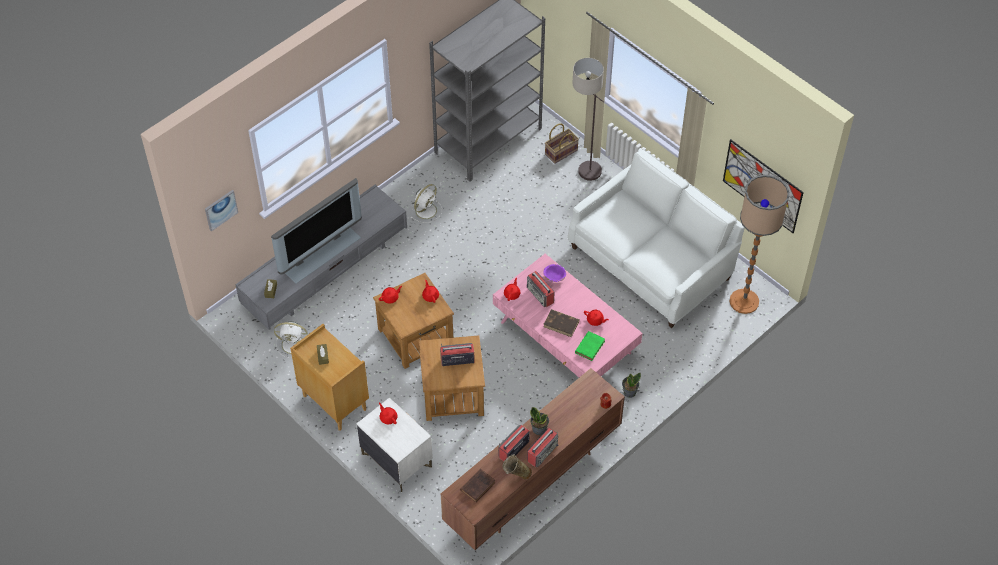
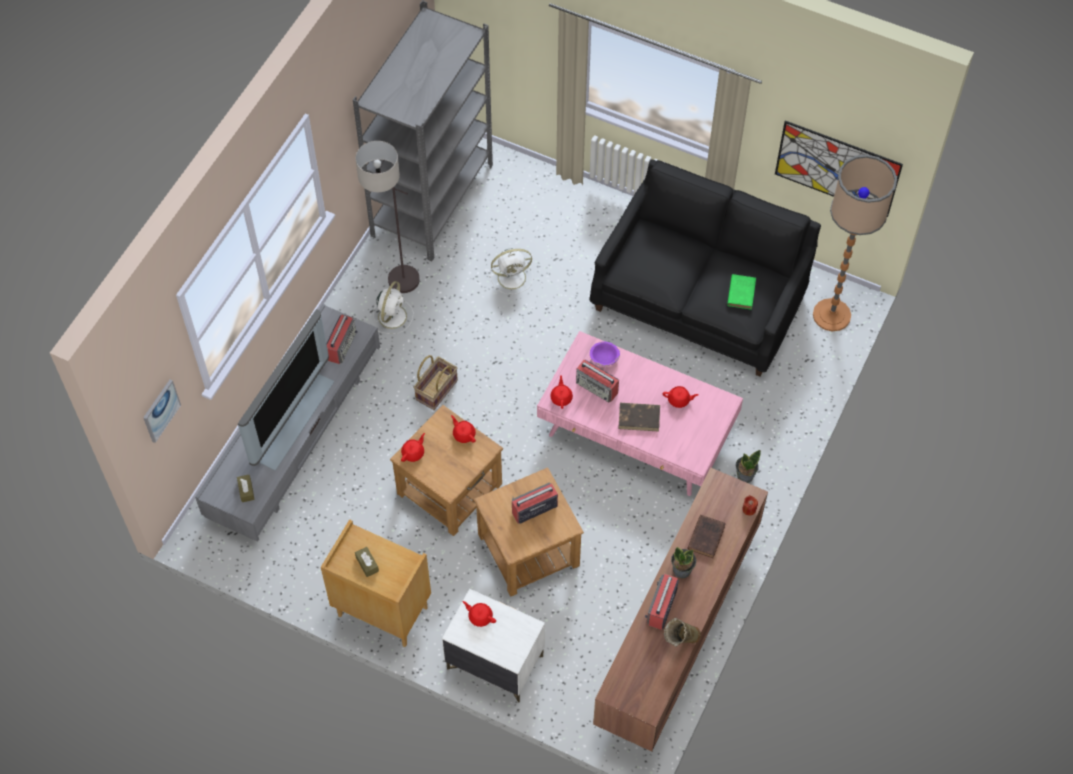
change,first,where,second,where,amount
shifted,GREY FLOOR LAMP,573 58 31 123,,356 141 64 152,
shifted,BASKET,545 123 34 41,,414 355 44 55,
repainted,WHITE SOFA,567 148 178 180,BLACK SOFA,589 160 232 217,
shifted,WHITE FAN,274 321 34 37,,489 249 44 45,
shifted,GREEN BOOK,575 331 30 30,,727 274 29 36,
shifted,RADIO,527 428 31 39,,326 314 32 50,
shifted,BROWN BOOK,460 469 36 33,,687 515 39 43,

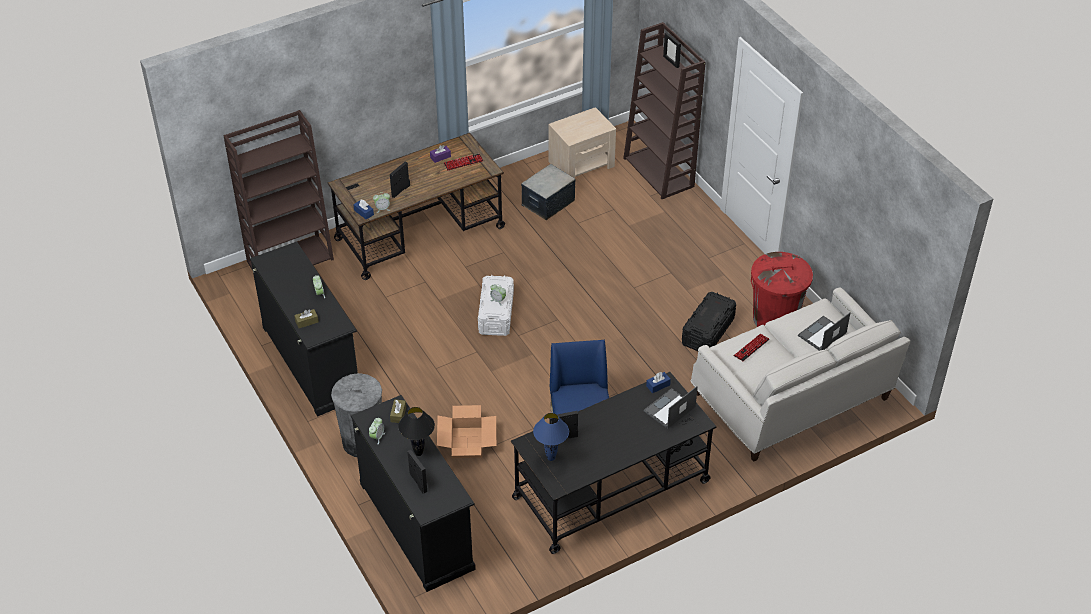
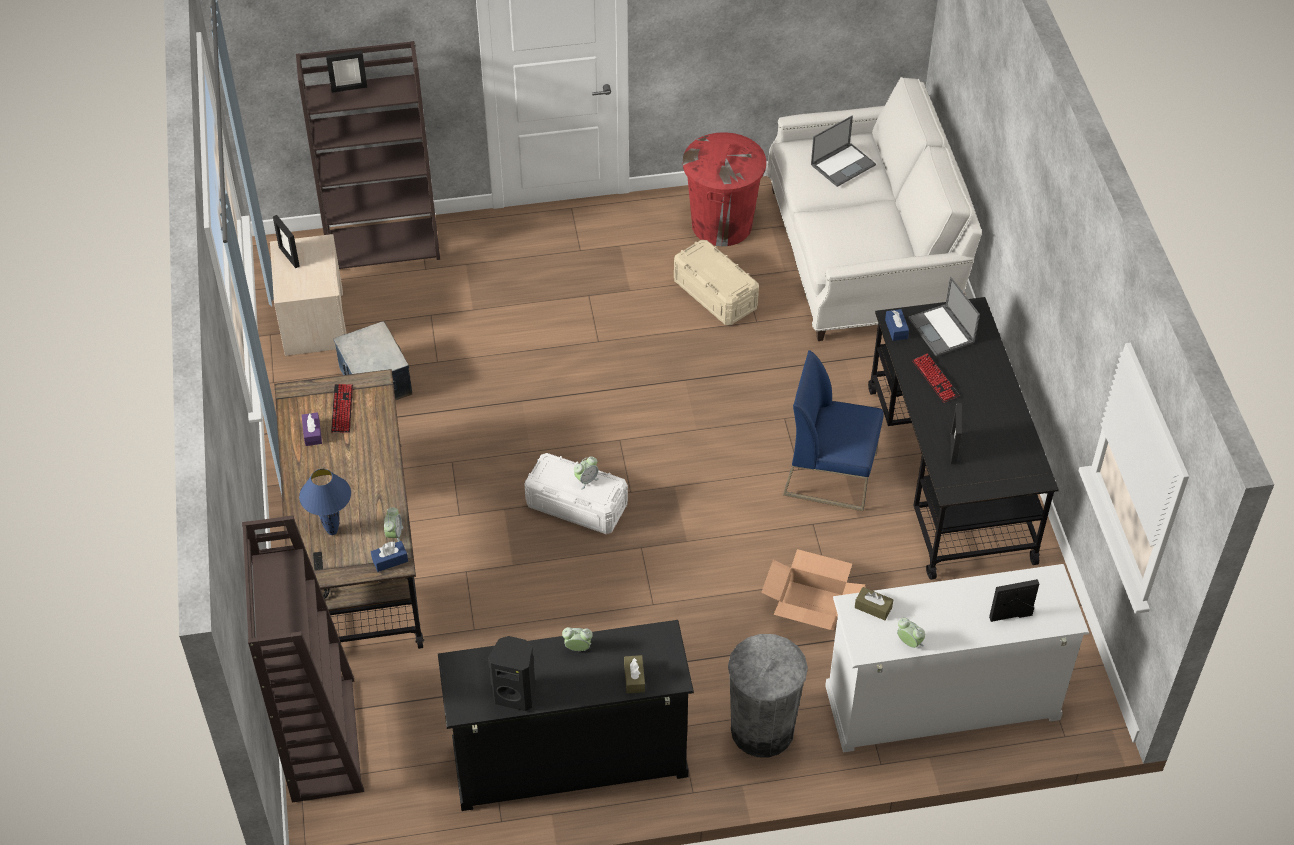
change,first,where,second,where,amount
shifted,PICTURE FRAME,390 162 20 36,,273 215 27 53,
repainted,BLACK STORAGE BOX,682 292 54 59,BEIGE STORAGE BOX,674 240 85 85,
rotated,LAPTOP,798 312 53 39,,811 116 65 71,105 degrees counterclockwise
shifted,KEYBOARD,733 334 37 27,,912 353 47 50,
repainted,BLACK CABINET,351 395 125 197,WHITE CABINET,825 564 264 189,
gone,BLACK TABLE LAMP,398 407 37 49,,,
shifted,BLUE TABLE LAMP,533 413 36 48,,299 469 52 66,
new,,,BLACK SPEAKER,488 636 48 75,

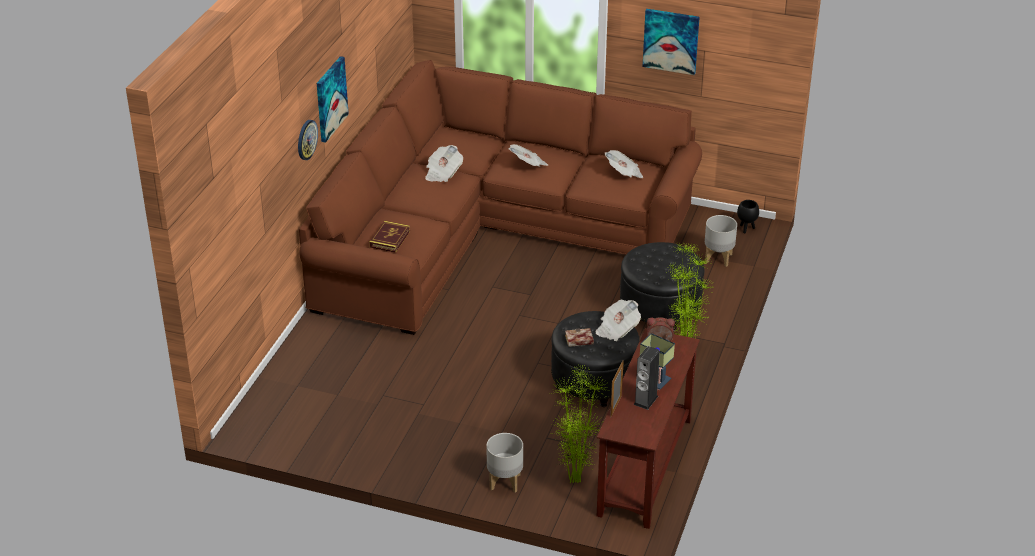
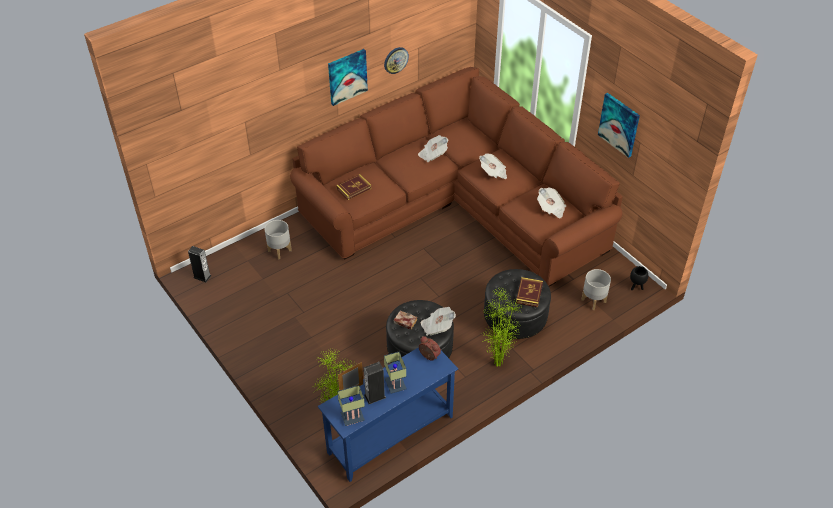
change,first,where,second,where,amount
shifted,WALL CLOCK,298 120 20 40,,384 47 25 27,
repainted,BROWN CONSOLE TABLE,597 328 103 201,BLUE CONSOLE TABLE,318 347 140 135,
shifted,GREY PLANTER,486 433 37 59,,265 220 27 39,
new,,,SPEAKER,188 246 23 36,
new,,,BOOK,516 277 27 30,
new,,,TABLE LAMP,337 385 28 41,

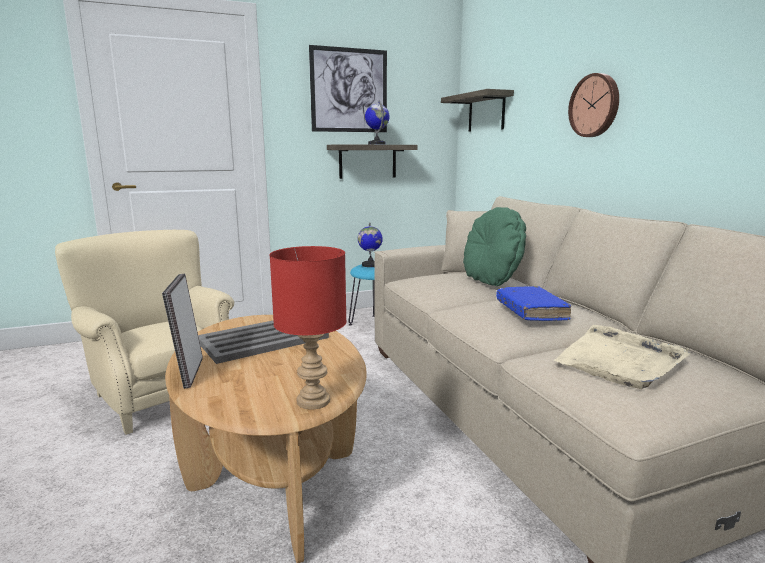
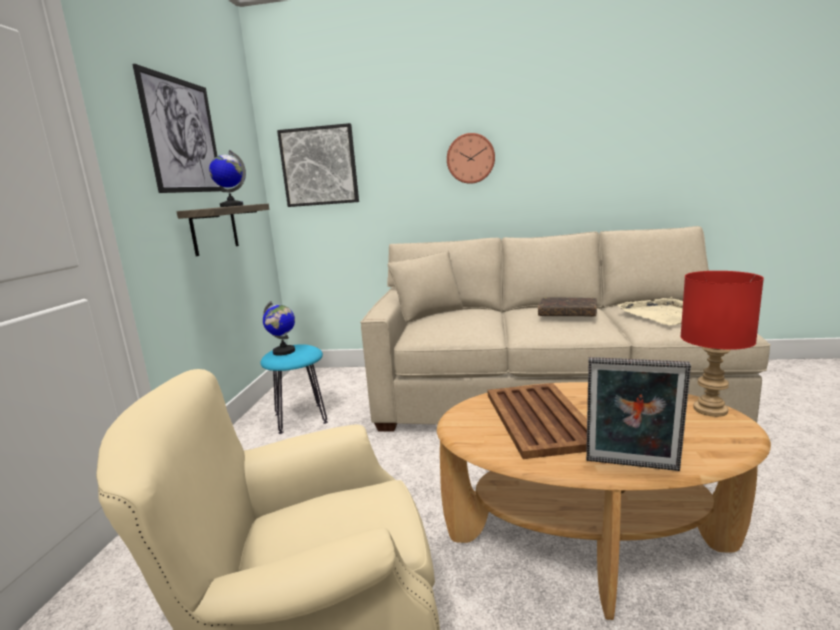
change,first,where,second,where,amount
swapped,SHELF,441 89 73 43,PICTURE,277 123 82 84,
gone,GREEN PILLOW,463 207 63 79,,,
repainted,BLUE BOOK,496 286 75 35,BROWN BOOK,538 297 59 20,
repainted,GREY TRAY,198 321 131 43,BROWN TRAY,488 383 99 76,

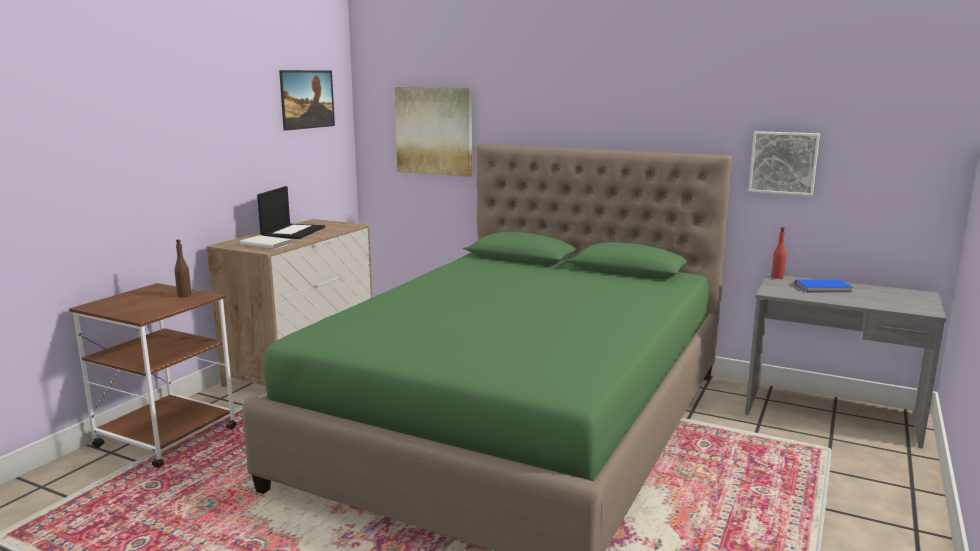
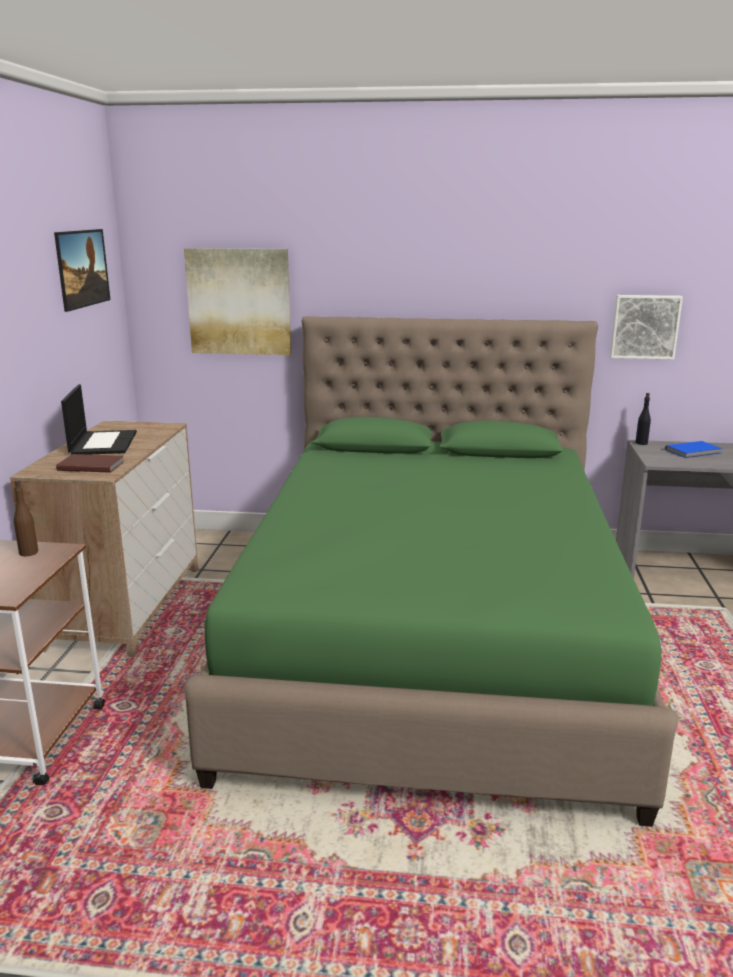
change,first,where,second,where,amount
repainted,RED BOTTLE,771 227 15 52,BLACK BOTTLE,635 393 16 52,
repainted,WHITE BOOK,240 235 51 14,BROWN BOOK,56 454 69 19,

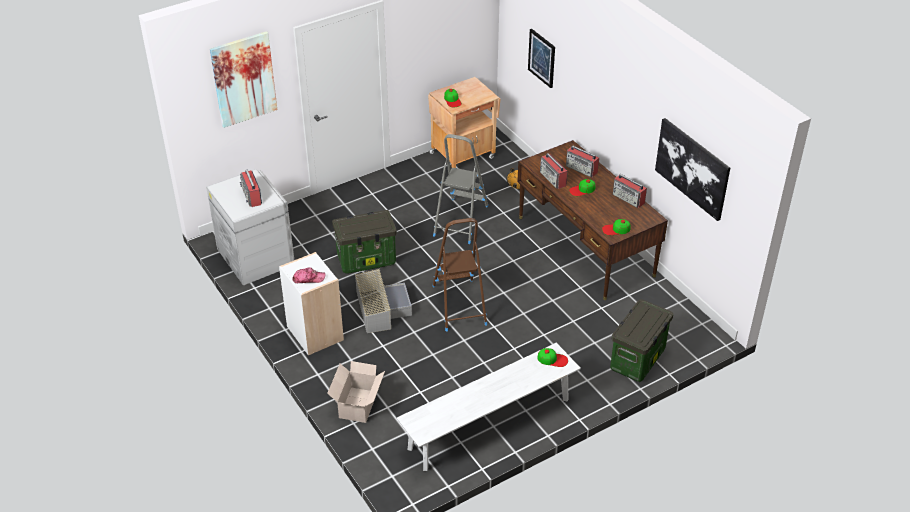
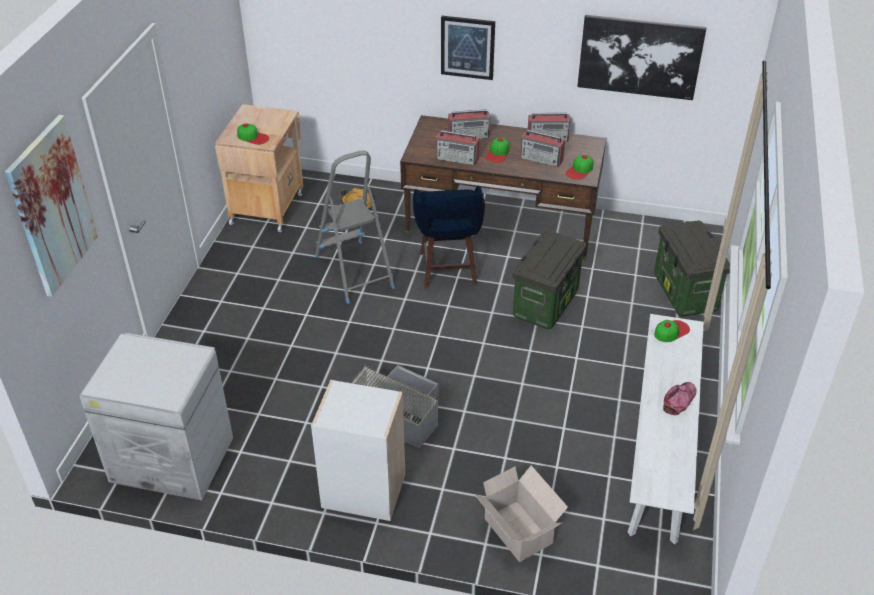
change,first,where,second,where,amount
shifted,PICTURE,528 29 27 59,,441 16 54 64,
shifted,RADIO,240 170 22 37,,520 130 45 37,
shifted,STORAGE BOX,332 210 65 64,,513 230 74 100,
gone,BROWN STEP LADDER,432 218 55 114,,,
shifted,CAP,292 267 34 16,,663 382 33 33,
new,,,BLUE STOOL,413 186 72 102,

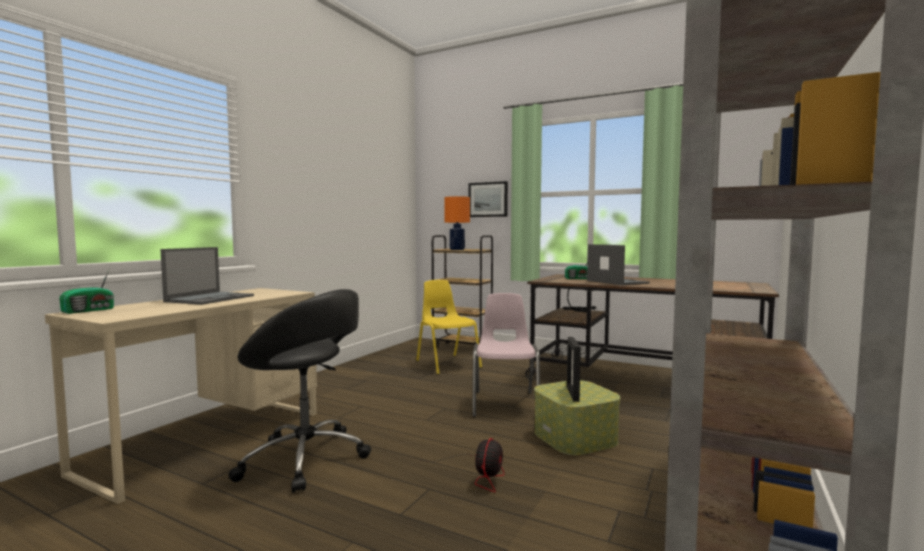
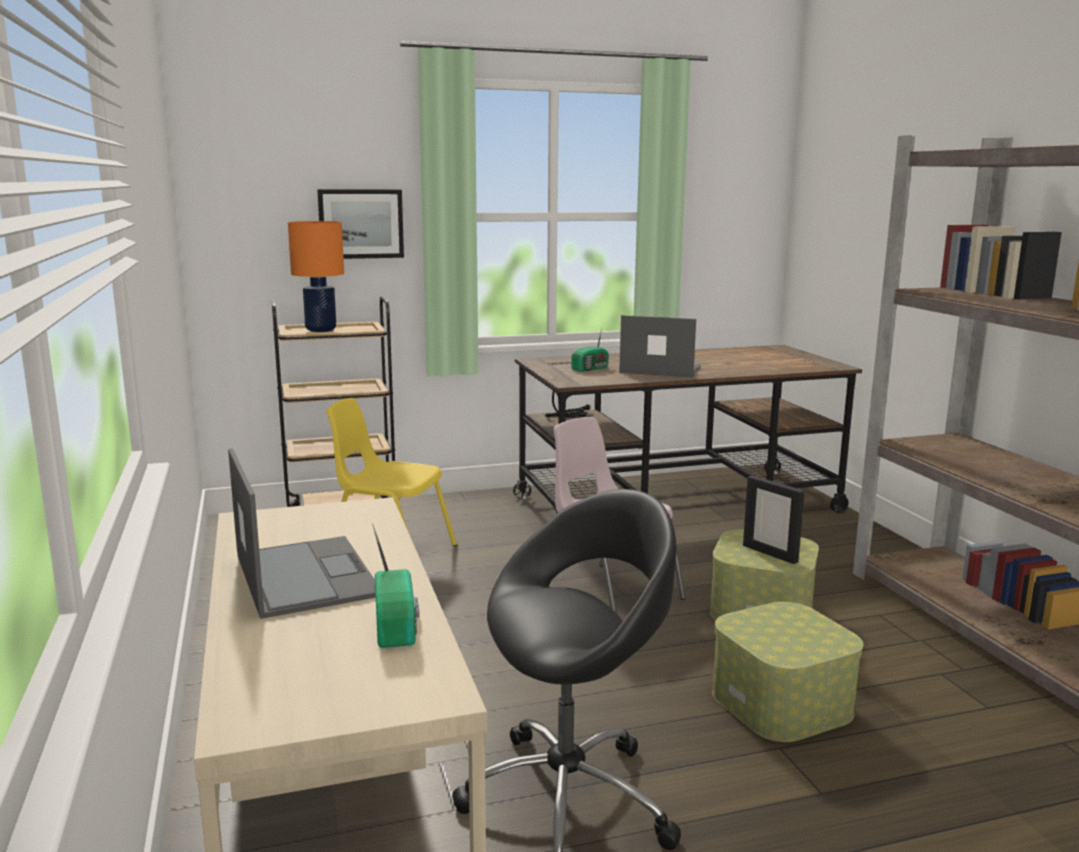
change,first,where,second,where,amount
shifted,RADIO,59 270 55 44,,372 524 48 124,
swapped,FAN,421 438 84 54,STORAGE BOX,712 602 151 140,

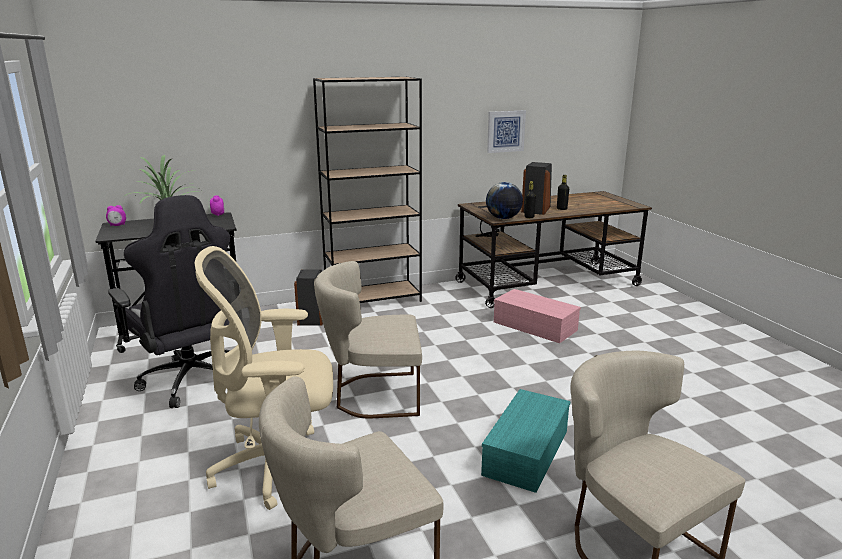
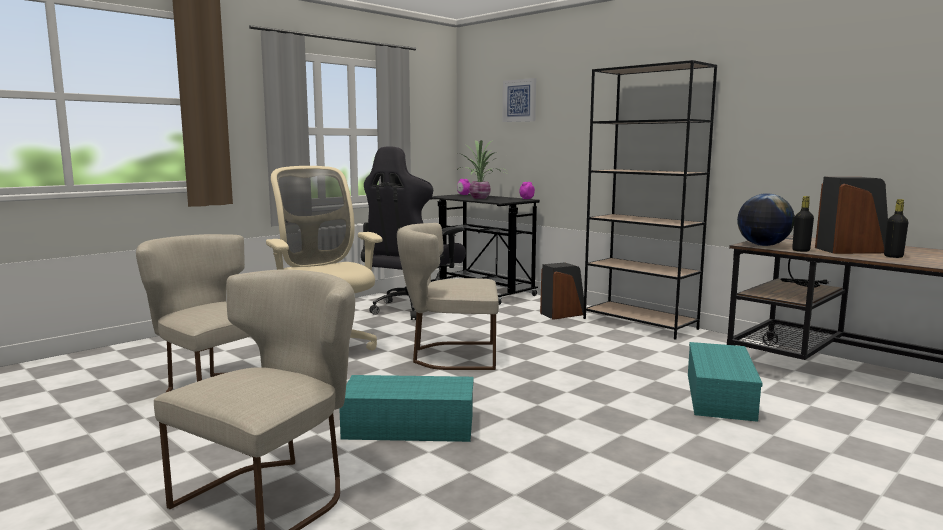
change,first,where,second,where,amount
shifted,PICTURE,487 110 39 43,,503 78 33 44,
rotated,BEIGE CHAIR,314 261 108 158,,397 223 102 147,60 degrees counterclockwise
repainted,PINK STORAGE BOX,494 289 87 54,TURQUOISE STORAGE BOX,688 342 75 80,

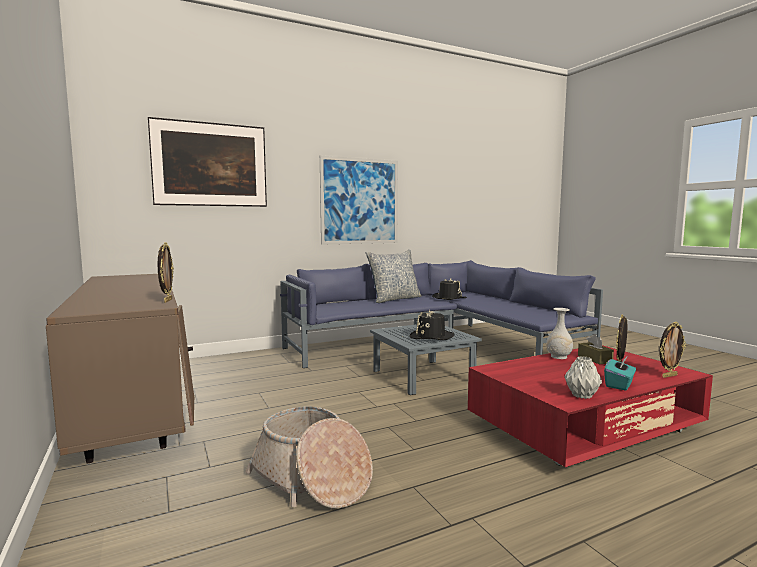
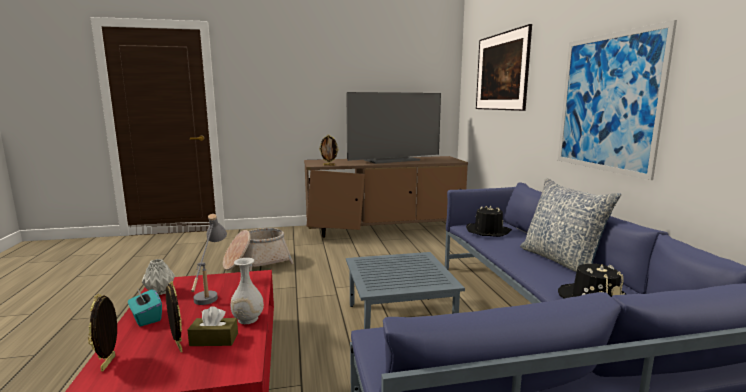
change,first,where,second,where,amount
shifted,BLACK HAT,409 310 45 30,,466 205 46 32,
new,,,TELEVISION,346 92 95 72,
new,,,GREY TABLE LAMP,191 214 36 91,

